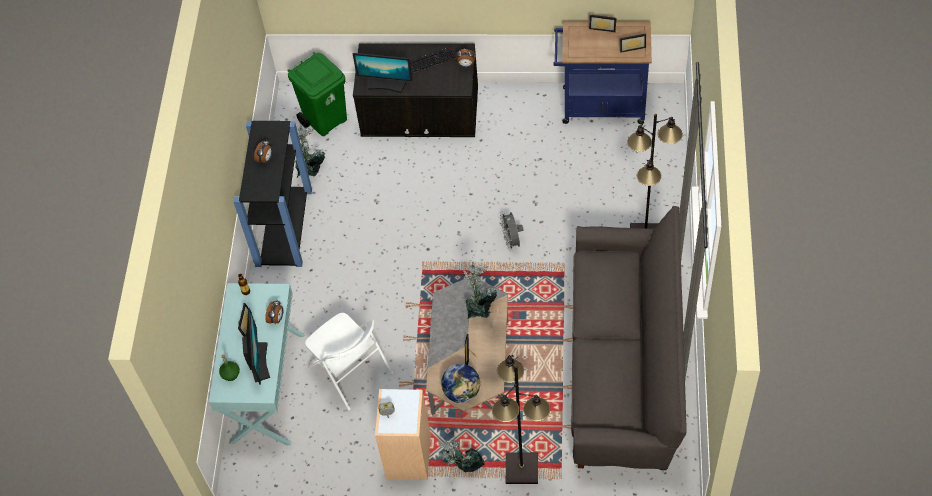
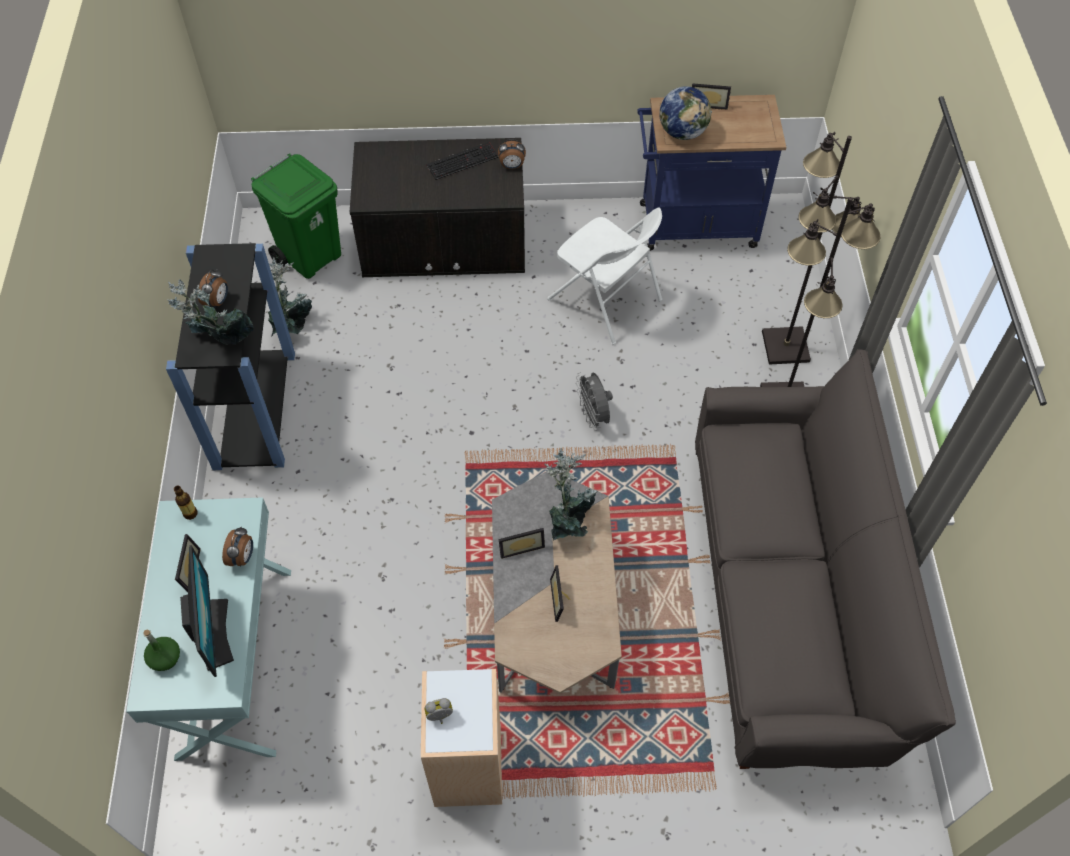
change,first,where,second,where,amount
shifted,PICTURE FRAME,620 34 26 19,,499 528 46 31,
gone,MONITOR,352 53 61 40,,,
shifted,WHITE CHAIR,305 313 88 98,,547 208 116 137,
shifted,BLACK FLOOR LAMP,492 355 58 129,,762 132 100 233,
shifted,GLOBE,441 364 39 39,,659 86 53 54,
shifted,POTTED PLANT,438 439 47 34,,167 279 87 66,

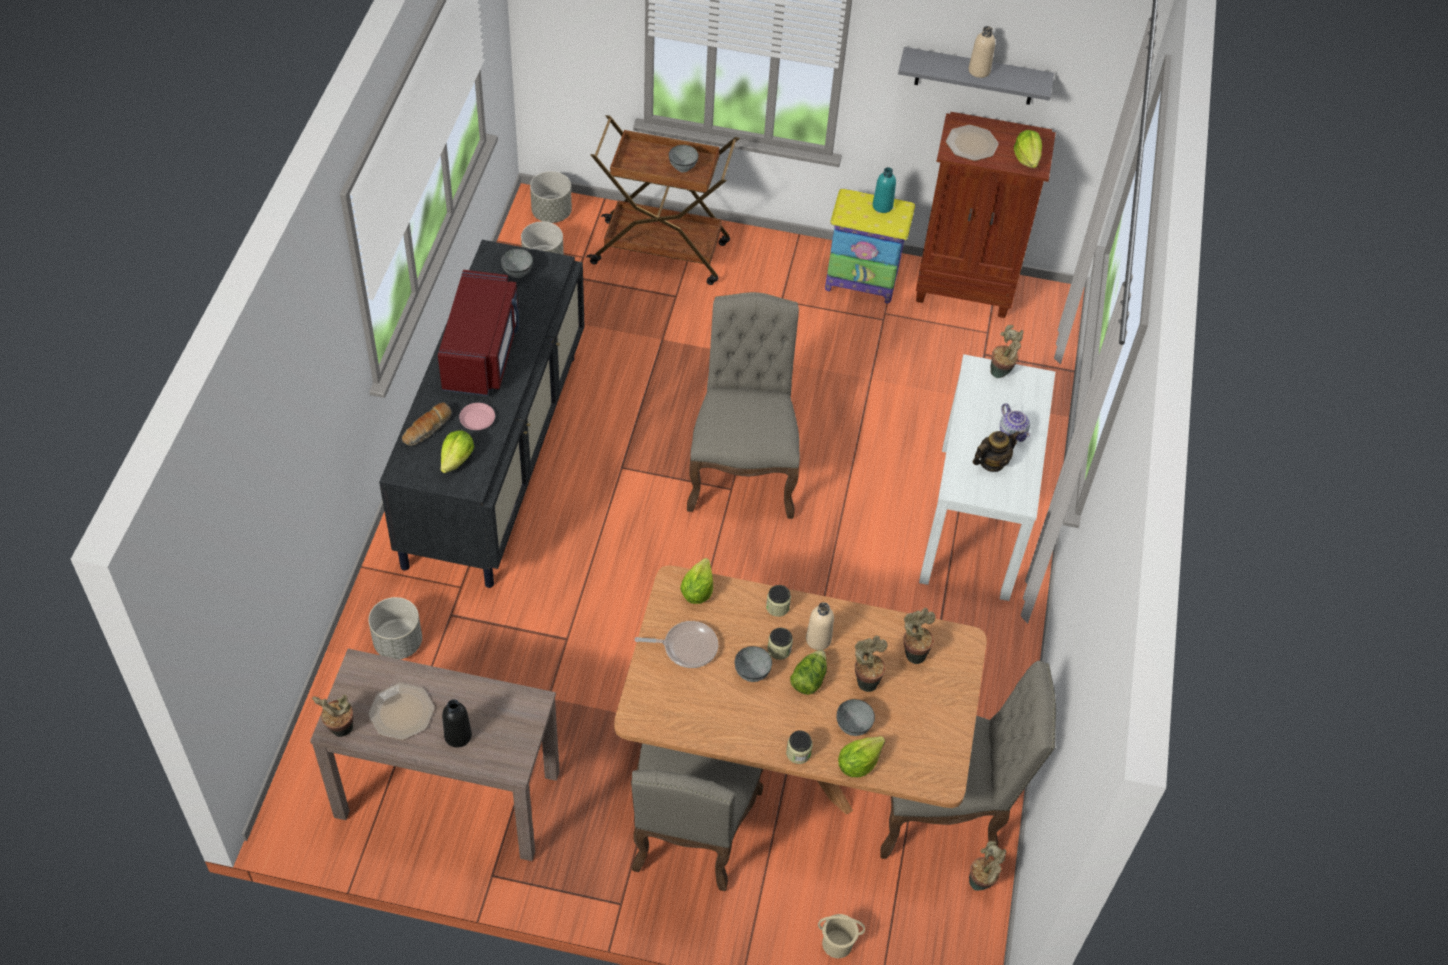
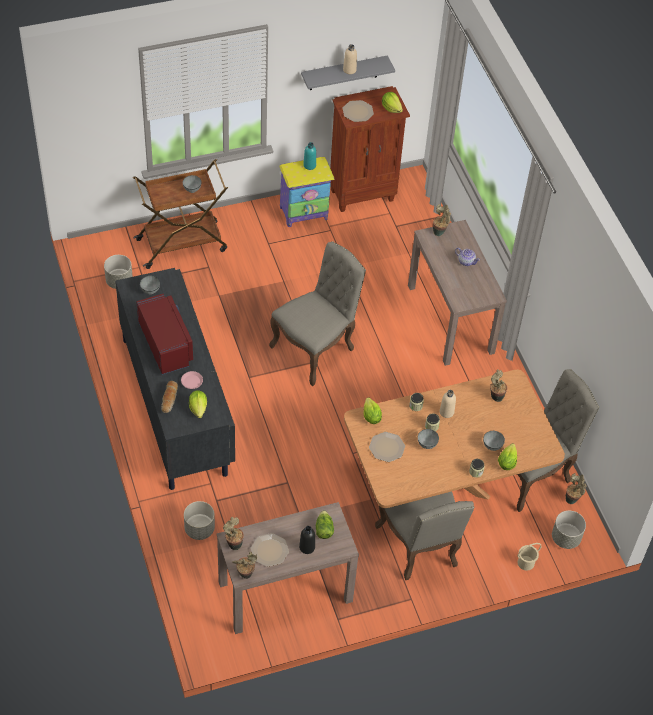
change,first,where,second,where,amount
shifted,GREY PLANTER,530 171 42 52,,552 511 34 38,
rotated,GREY CHAIR,687 292 113 227,,269 241 97 145,75 degrees clockwise
repainted,WHITE CONSOLE TABLE,919 354 136 247,BROWN CONSOLE TABLE,408 220 99 146,
gone,TEAPOT,972 431 48 41,,,
swapped,FRYING PAN,635 621 83 47,PLATE,369 432 36 30,
shifted,POTTED PLANT,855 635 33 57,,223 517 21 33,
shifted,LETTUCE,790 650 37 45,,316 510 18 29,

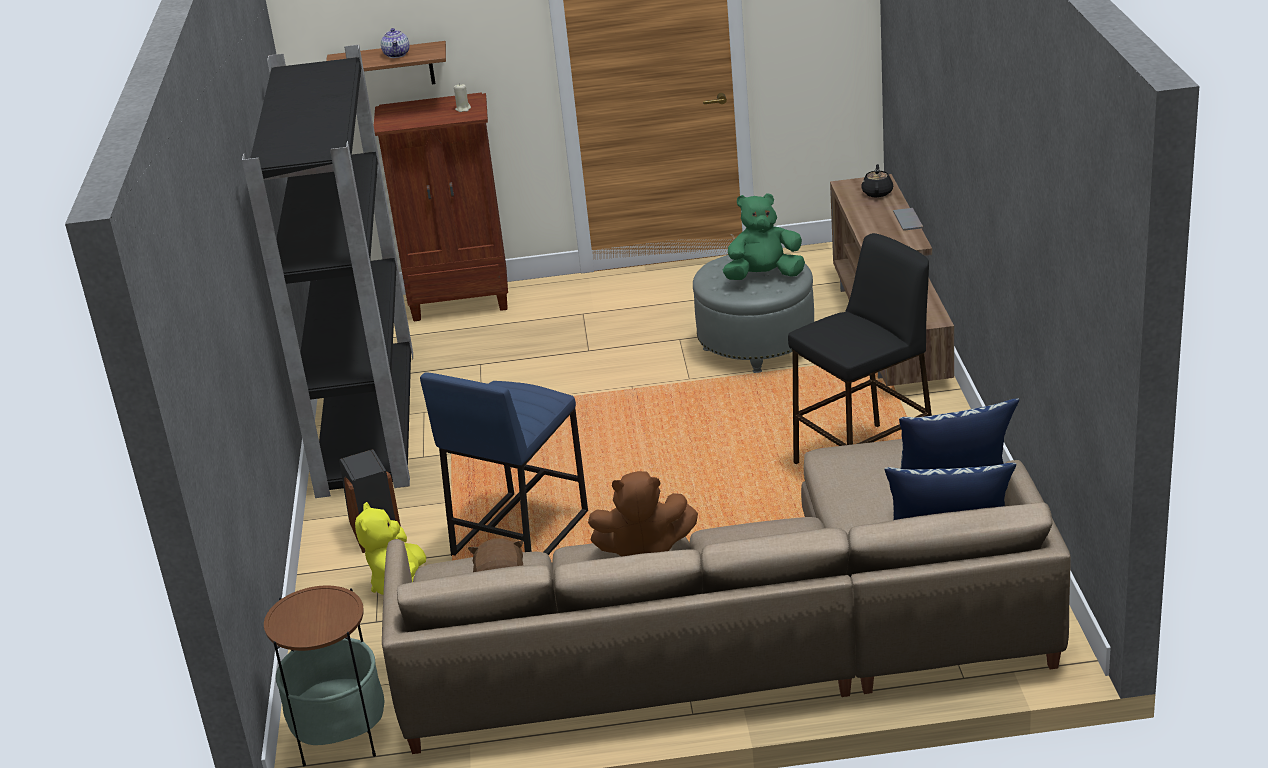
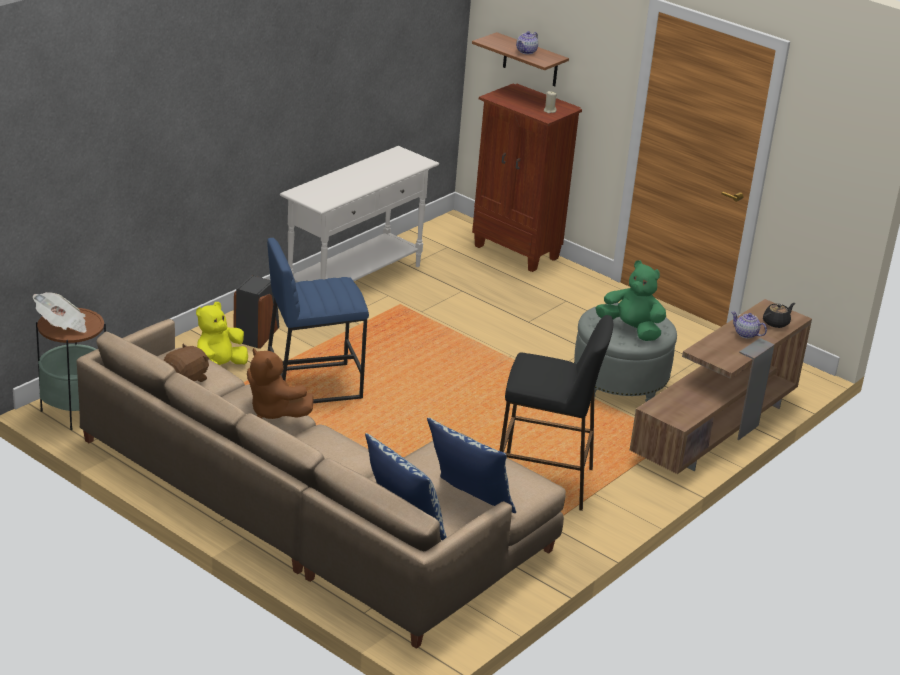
change,first,where,second,where,amount
swapped,BLACK BOOKCASE,242 45 171 453,WHITE CONSOLE TABLE,280 146 159 136,
new,,,NEWSPAPER,33 292 53 41,
new,,,TEAPOT,731 312 36 27,

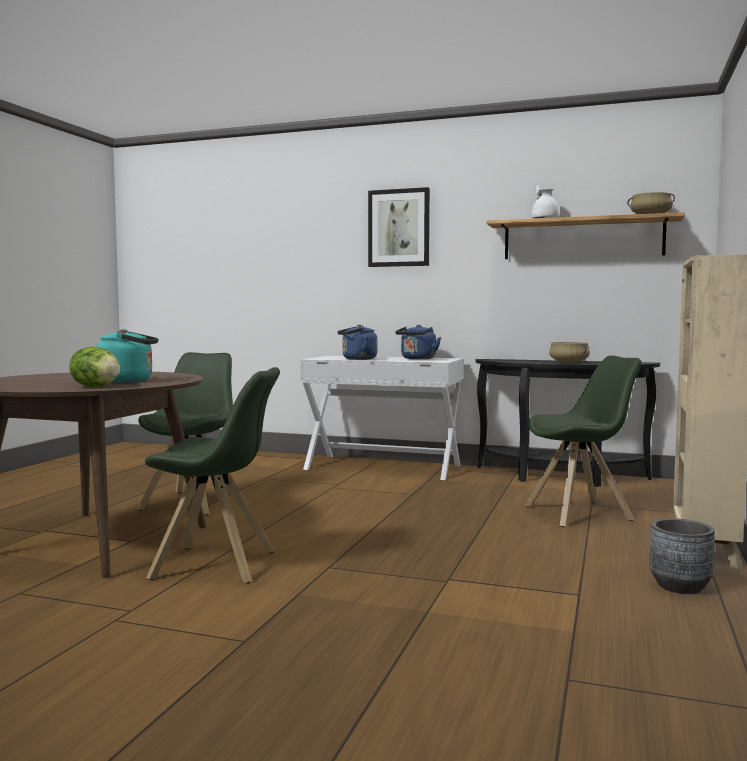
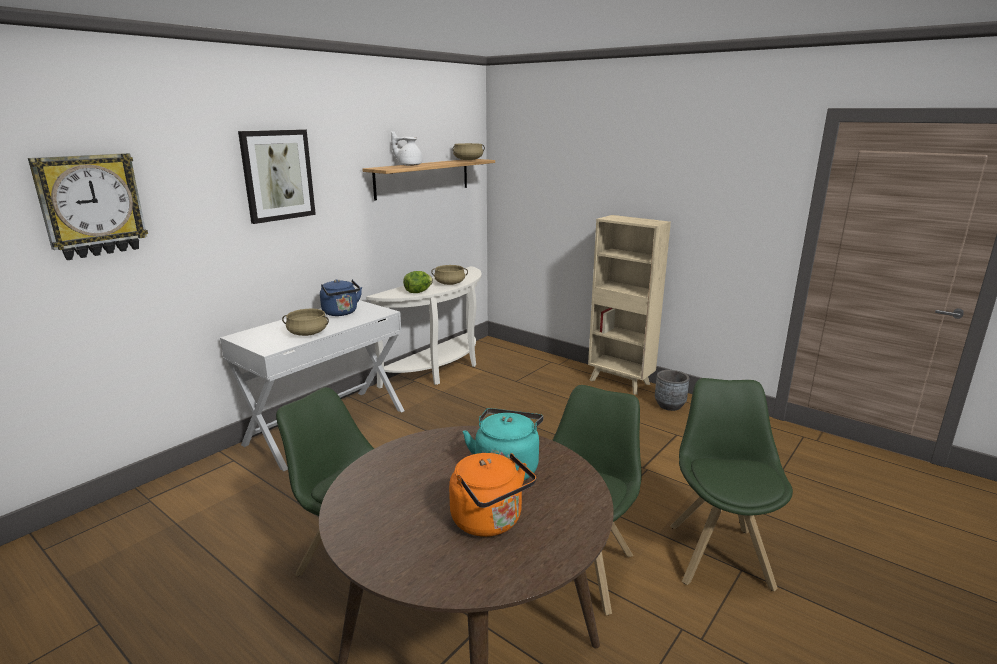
change,first,where,second,where,amount
swapped,BLUE KETTLE,337 325 40 35,BEIGE COOKING POT,282 309 47 27,
shifted,LETTUCE,69 347 51 40,,403 271 30 22,
shifted,GREEN CHAIR,525 355 117 172,,670 378 123 214,
repainted,BLACK CONSOLE TABLE,475 359 185 128,WHITE CONSOLE TABLE,366 266 116 122,
new,,,WALL CLOCK,28 153 120 107,
new,,,ORANGE KETTLE,449 453 87 84,

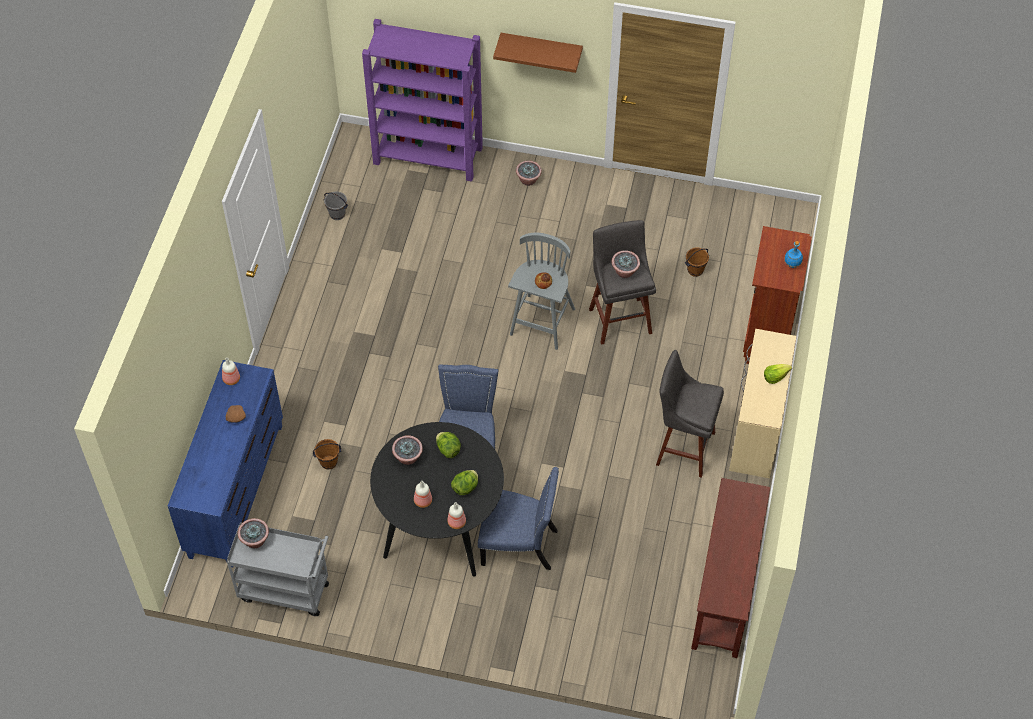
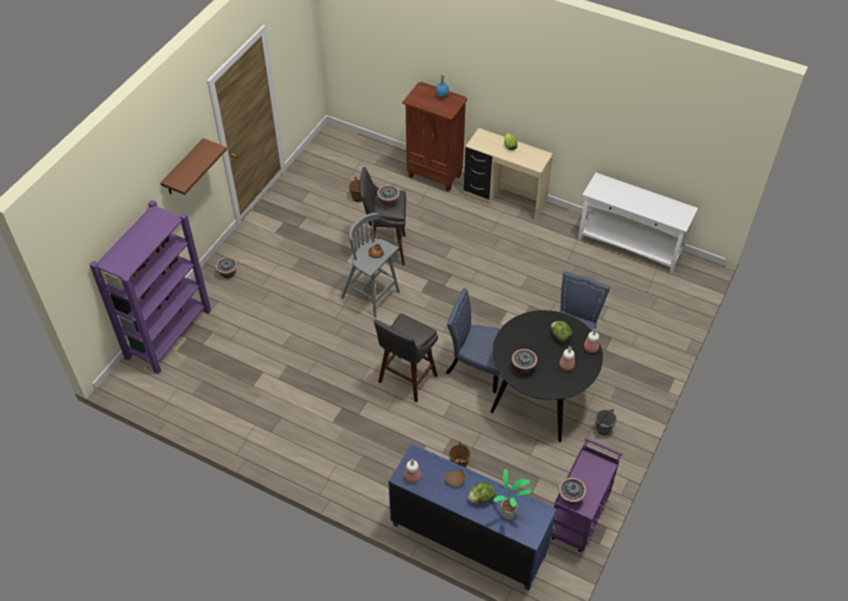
change,first,where,second,where,amount
shifted,GREY BUCKET,324 192 24 28,,595 409 22 26,
shifted,GREY STOOL,656 350 68 128,,374 313 64 90,
shifted,LETTUCE,436 432 25 26,,468 482 27 21,
repainted,BROWN CONSOLE TABLE,691 478 79 180,WHITE CONSOLE TABLE,578 173 120 102,
repainted,GREY CART,227 522 102 94,PURPLE CART,551 437 72 115,
new,,,POTTED PLANT,493 469 38 51,

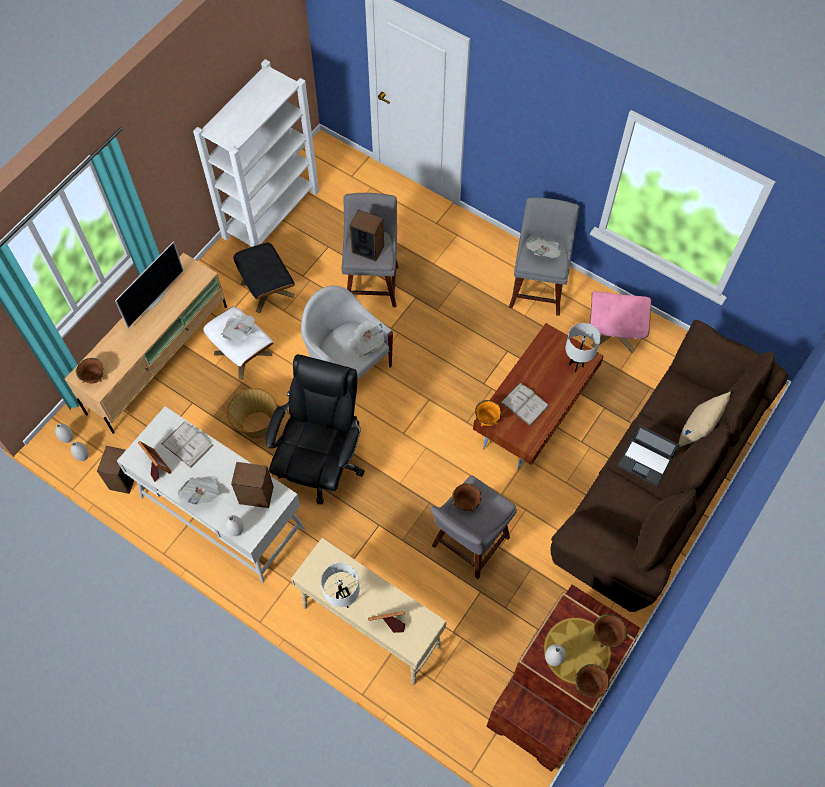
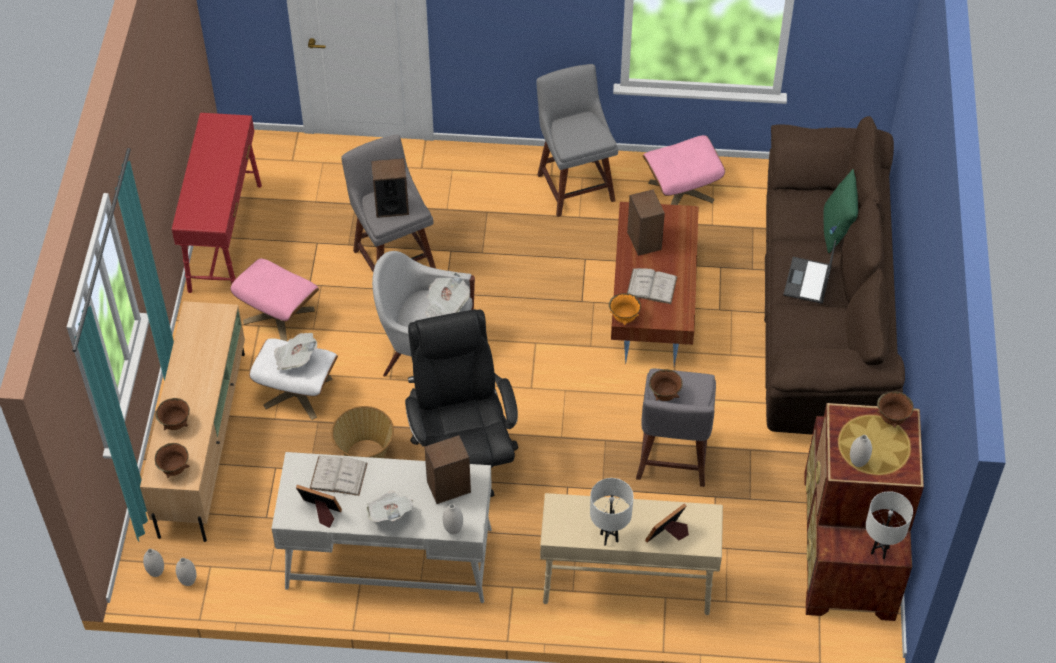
change,first,where,second,where,amount
swapped,WHITE BOOKCASE,193 59 126 188,RED CONSOLE TABLE,172 113 90 180,
gone,NEWSPAPER,526 238 35 20,,,
gone,TELEVISION,115 242 69 86,,,
repainted,BLACK OTTOMAN,233 242 62 71,PINK OTTOMAN,230 258 89 83,
shifted,WHITE TABLE LAMP,565 323 36 49,,866 491 47 68,
repainted,BEIGE PILLOW,678 391 53 56,GREEN PILLOW,823 169 35 84,
rotated,LAPTOP,617 424 62 63,,783 240 53 64,105 degrees clockwise
shifted,SPEAKER,97 446 37 48,,627 190 38 66,
shifted,BROWN BOWL,575 664 35 34,,155 398 35 32,

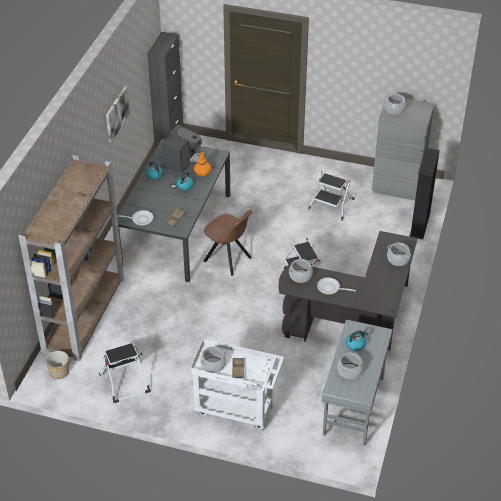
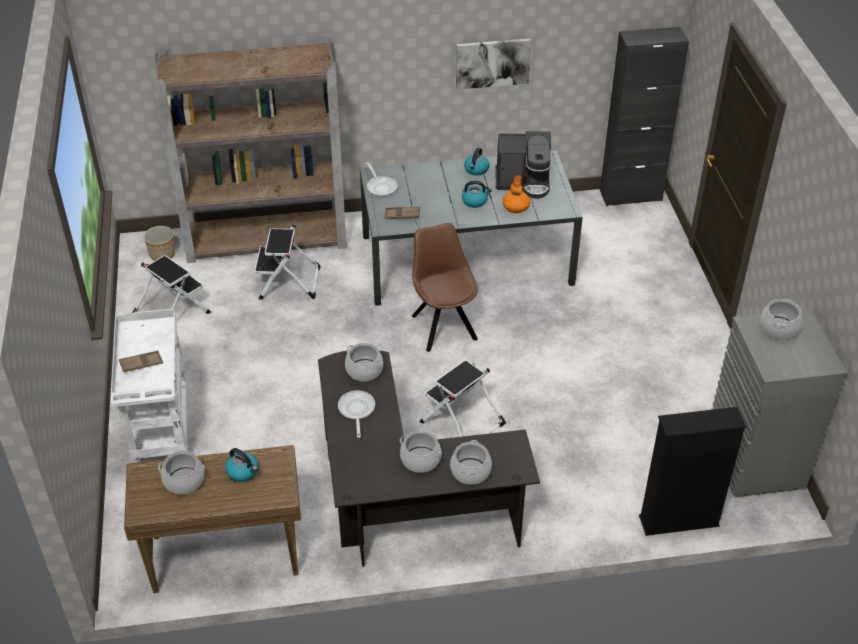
change,first,where,second,where,amount
shifted,STEP LADDER,308 172 46 48,,254 225 67 75,
rotated,BROWN CHAIR,204 209 48 67,,412 223 66 129,150 degrees clockwise
repainted,GREY CONSOLE TABLE,322 320 70 125,BROWN CONSOLE TABLE,124 445 177 148,
shifted,COOKING POT,200 347 26 26,,400 430 42 43,

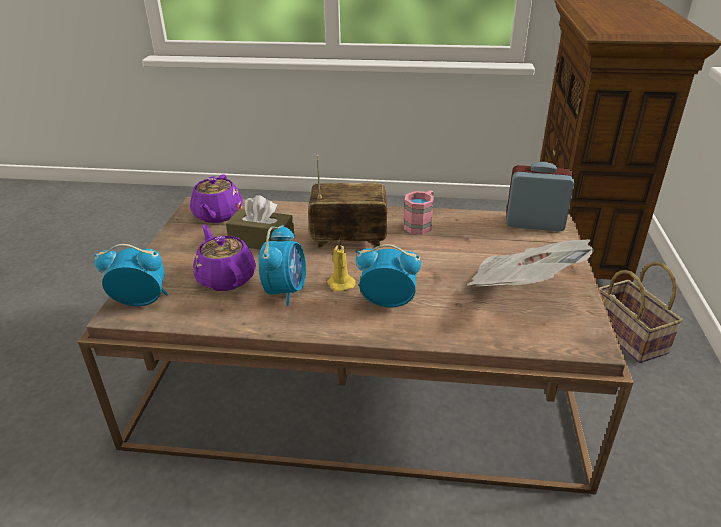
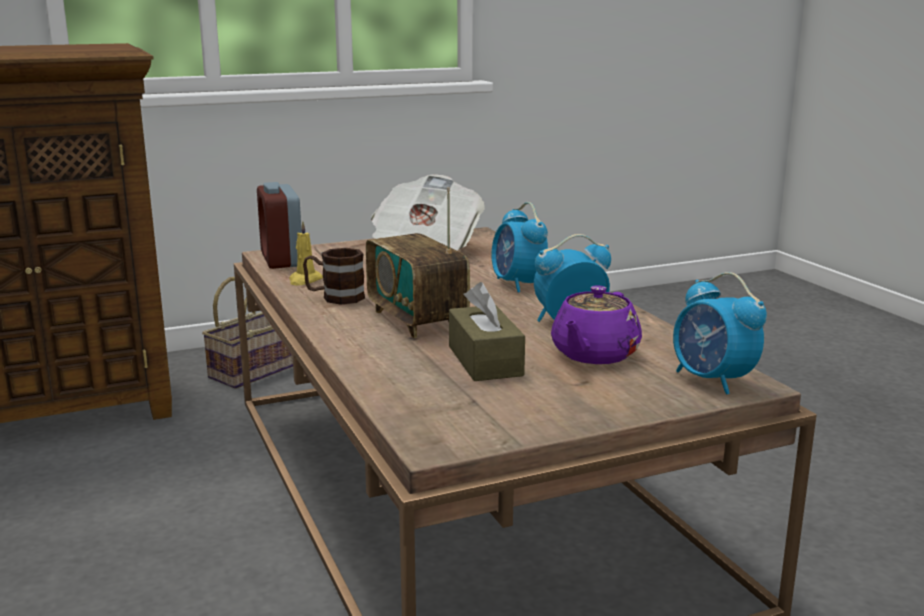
change,first,where,second,where,amount
gone,PURPLE TEAPOT,190 174 53 49,,,
repainted,PINK MUG,404 191 30 43,BROWN MUG,303 248 62 57,
shifted,YELLOW CANDLE,327 239 29 53,,289 221 34 64,

